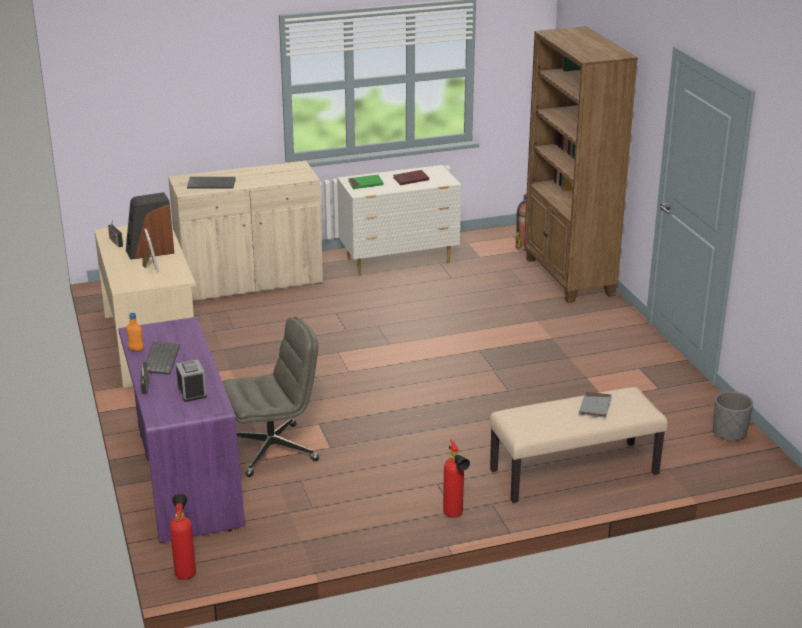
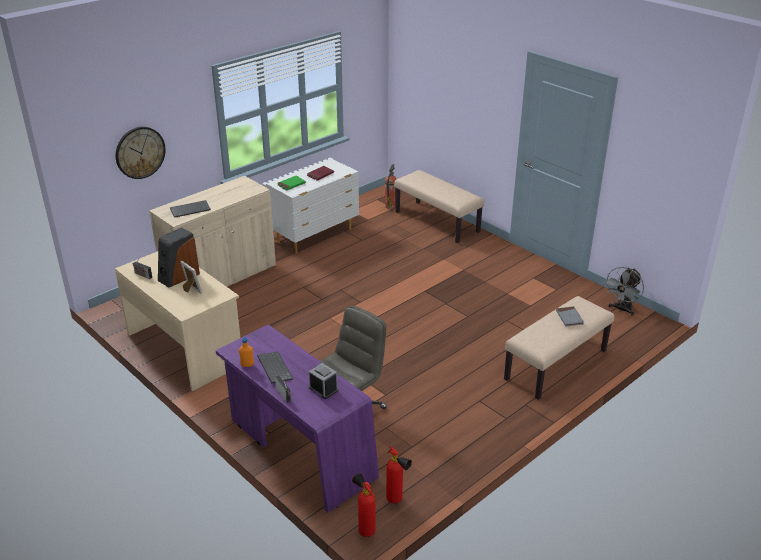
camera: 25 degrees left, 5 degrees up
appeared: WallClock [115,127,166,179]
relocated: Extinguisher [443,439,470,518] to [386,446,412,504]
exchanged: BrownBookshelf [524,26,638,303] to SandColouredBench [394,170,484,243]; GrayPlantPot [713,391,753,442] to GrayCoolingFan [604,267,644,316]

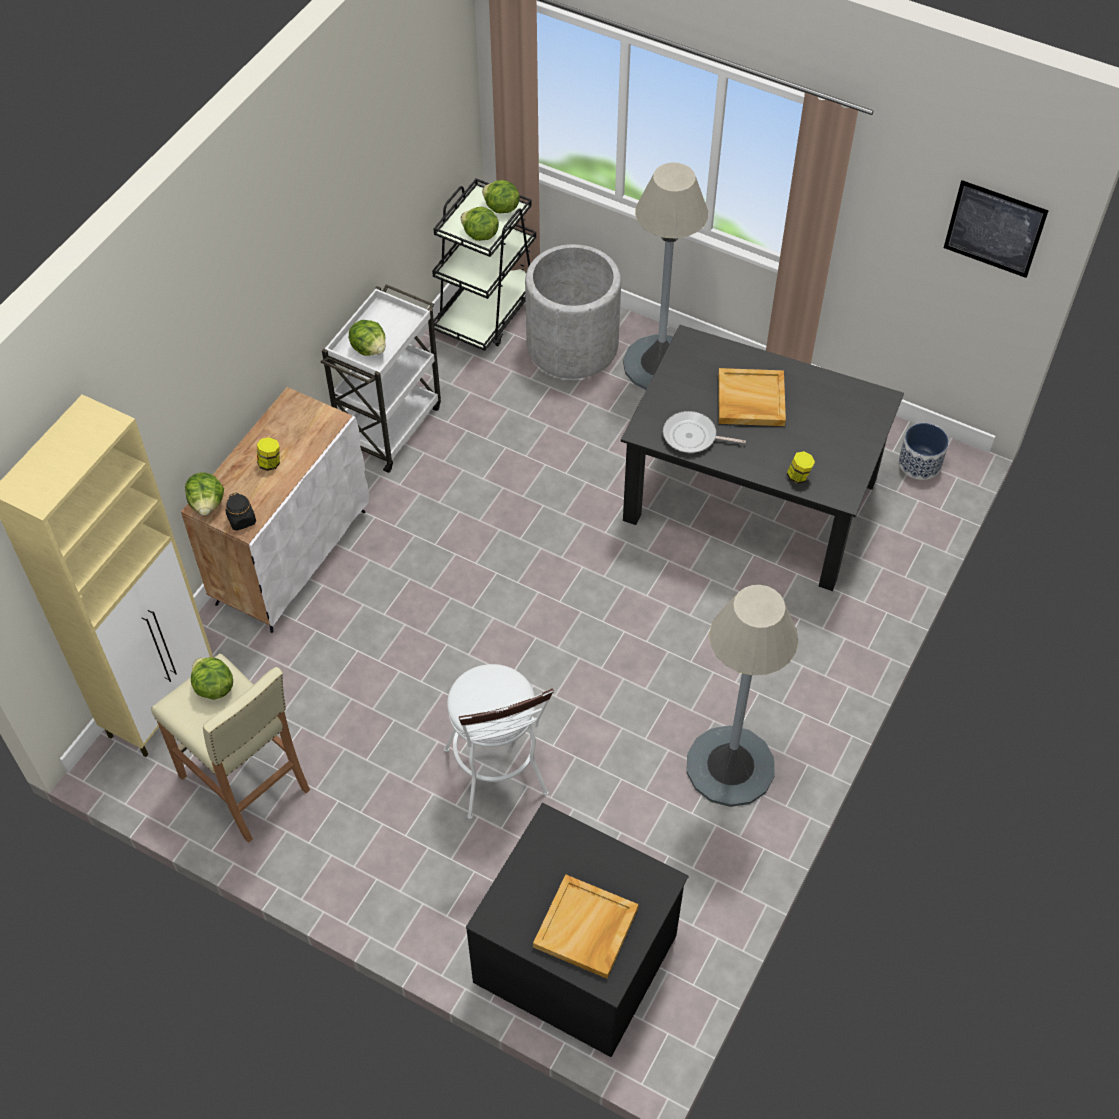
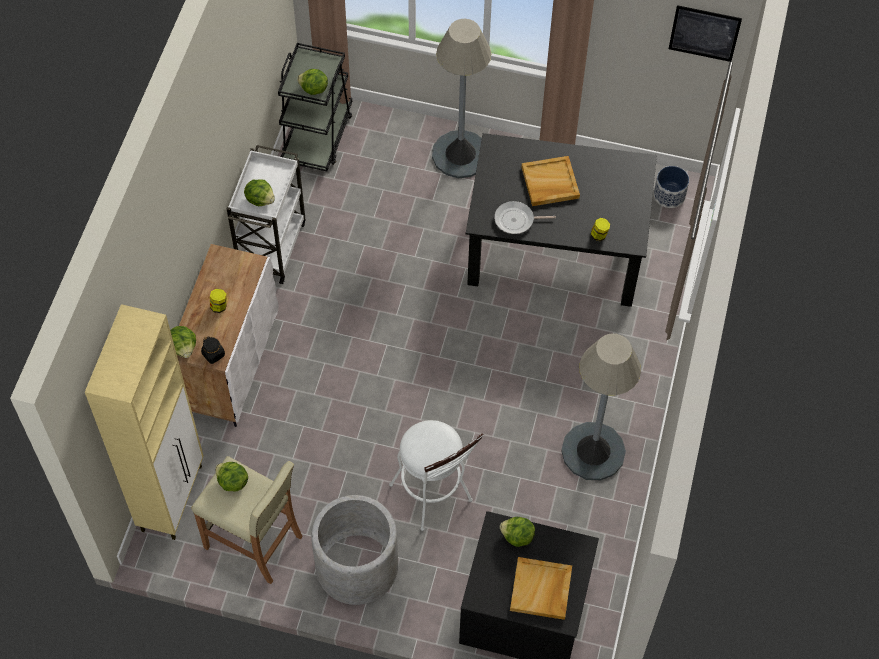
camera: 15 degrees left, 5 degrees up
relocated: LettuceHead [482,180,520,213] to [500,517,535,547]; GrayPlantPot [525,244,621,379] to [311,495,398,605]

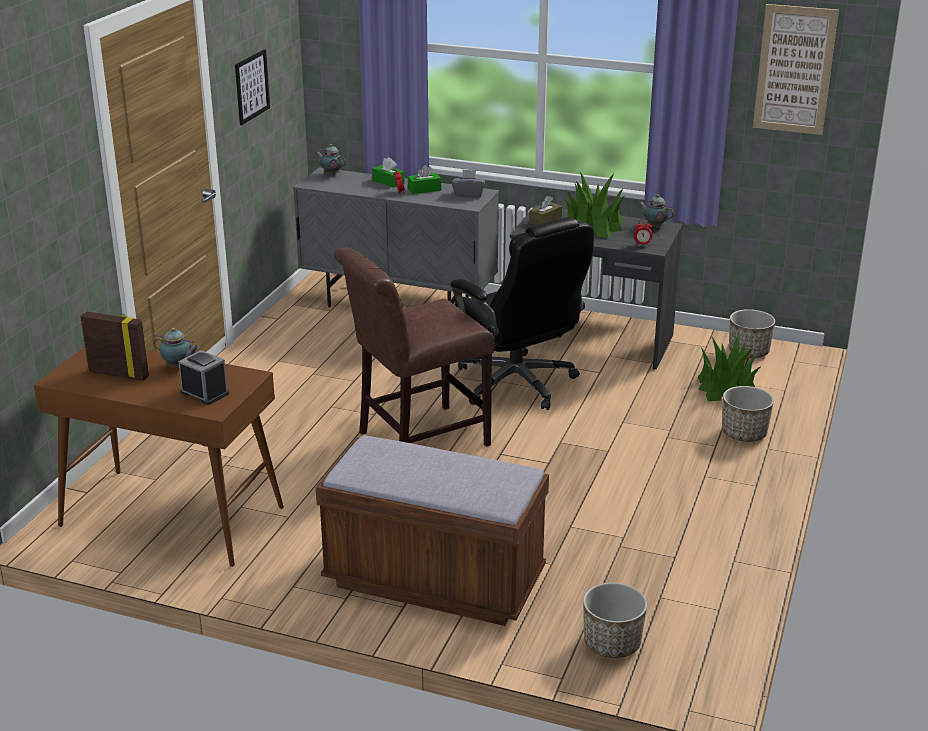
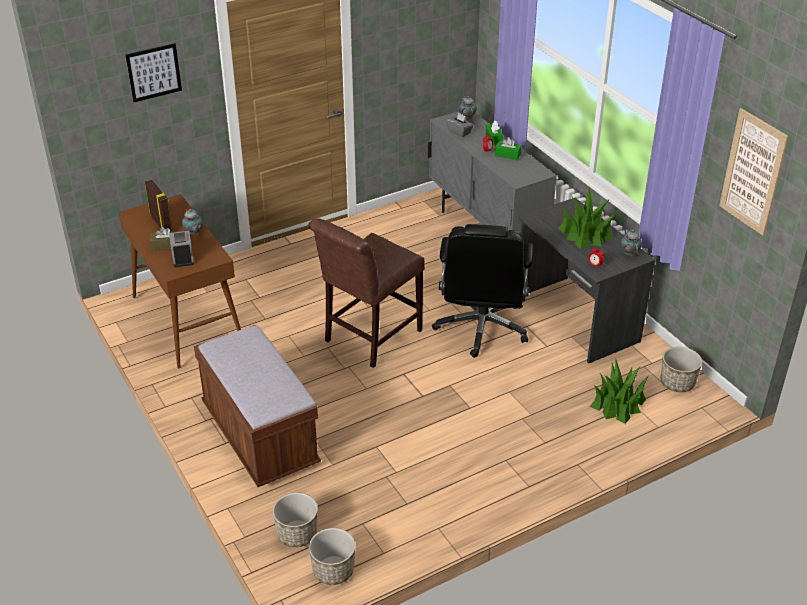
camera: 40 degrees right, 10 degrees up
relocated: WallPicture [235,49,270,125] to [126,43,182,102]; GrayBoxOfTissues [452,169,485,198] to [446,112,473,137]; BrownBoxOfTissues [529,196,562,225] to [150,227,178,250]; PlantPot [722,386,774,442] to [309,528,355,585]
spun: BrownPlainChair [334,247,494,447] = [308,219,425,368] 60 degrees counterclockwise

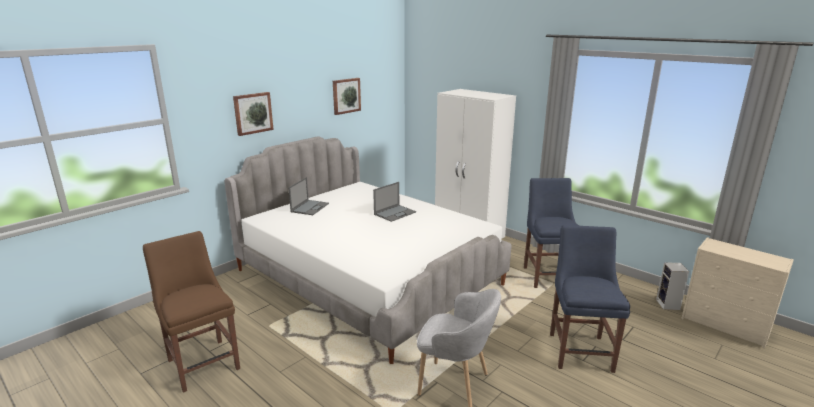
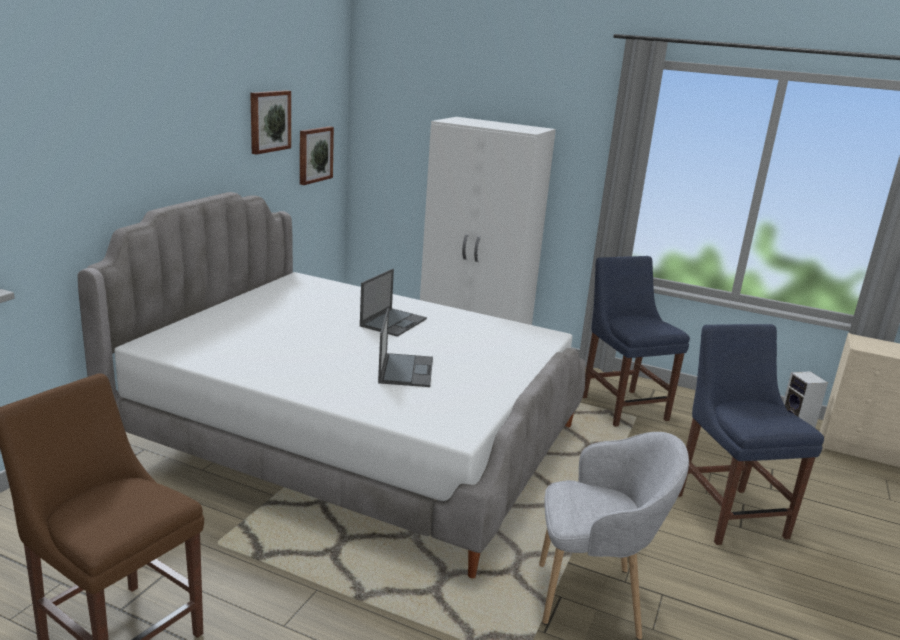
camera: 20 degrees left, 0 degrees up
relocated: WallPicture [233,92,274,136] to [300,126,334,185]; Laptop [288,177,329,215] to [378,308,433,387]

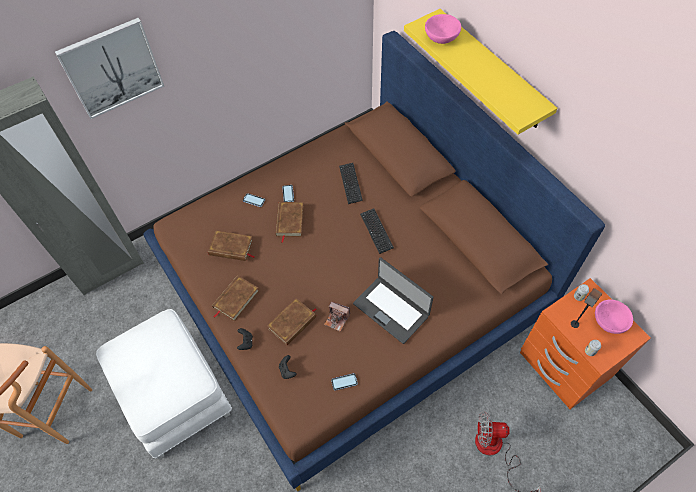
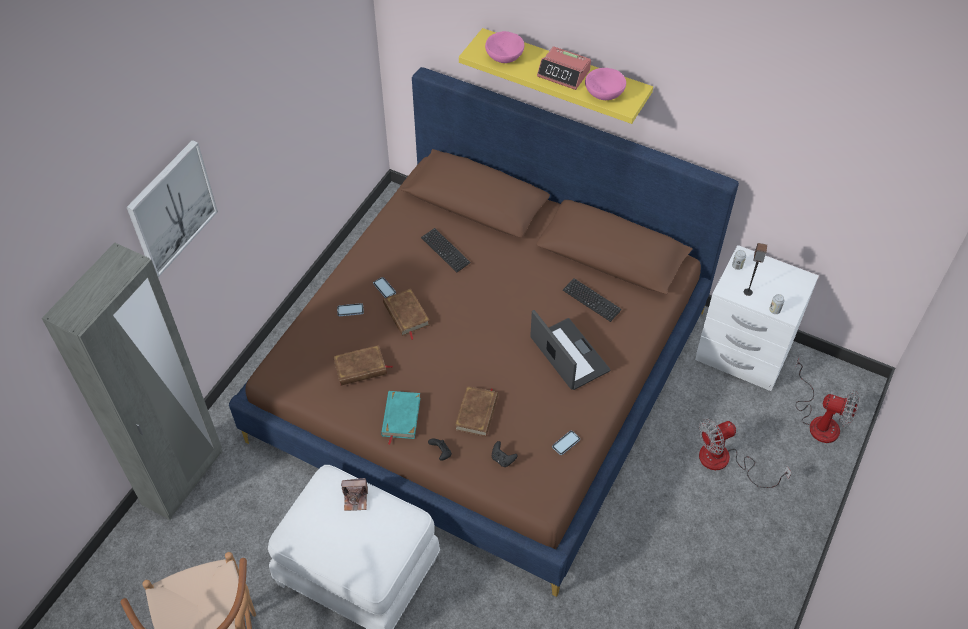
camera: 30 degrees left, 5 degrees down
appeared: TableClock [537,46,591,90]; CoolingFan [795,356,860,443]
relocated: PhotoCamera [324,301,350,332] to [341,478,368,511]; Keyboard [360,209,394,254] to [563,278,622,322]; PinkDeepDish [595,299,633,334] to [585,68,626,100]
colour: BrownVolume [212,275,259,322] to TurquoiseColouredVolume [381,391,420,445]; OrangeyBedsideTable [520,278,651,409] to WhiteBedsideTable [695,245,819,391]
spun: Laptop [353,257,433,344] = [530,310,610,390] 135 degrees counterclockwise

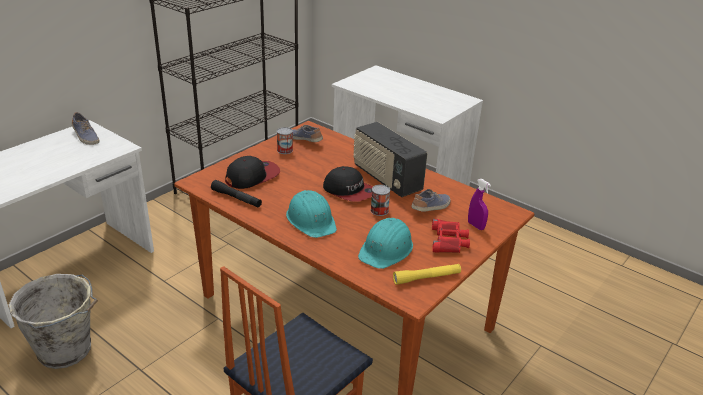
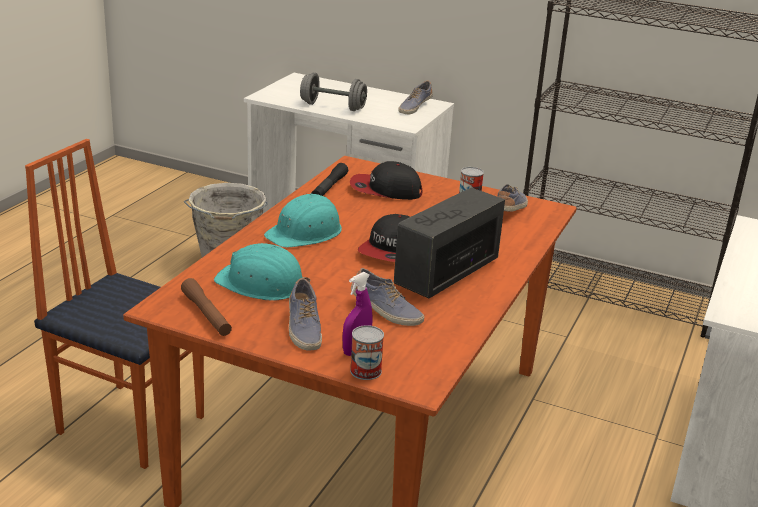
camera: 75 degrees right, 5 degrees down
appeared: GrayHandWeight [300,73,367,111]
relocated: MetalCan [370,185,390,216] to [350,325,384,380]
exchanged: ReddishFieldGlasses [432,219,470,253] to LowShoe [289,278,322,350]
colour: YellowishFlashlight [393,264,461,285] to BrownFlashlight [181,278,232,336]
spun: PeakedCap [225,156,280,189] = [350,161,422,200] 150 degrees clockwise

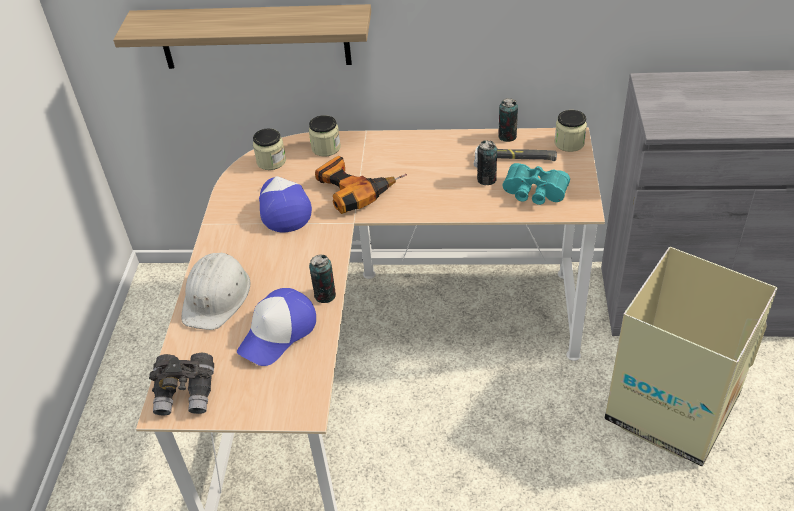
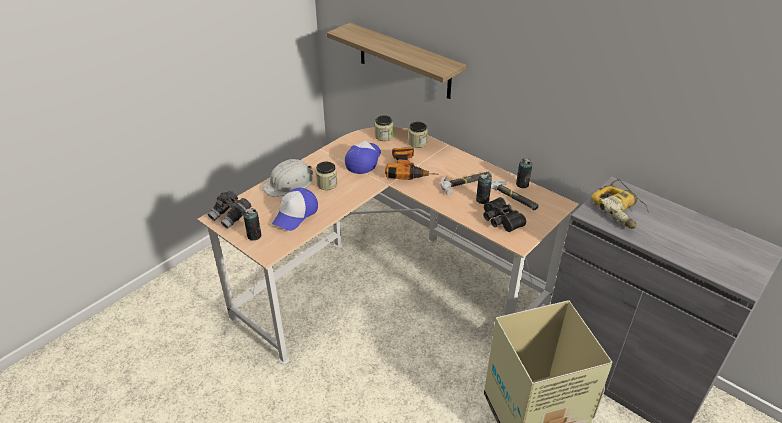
camera: 35 degrees right, 5 degrees down
appeared: ToolHammer [441,172,492,195]; PowerDrill [591,179,650,229]
relocated: MetalCan [309,255,336,303] to [243,208,262,241]; StorageJar [555,110,587,152] to [316,162,337,190]
colour: TurquoiseColouredFieldGlasses [503,163,570,205] to BlackColouredFieldGlasses [483,197,526,232]
spun: PeakedCap [237,288,316,366] = [272,188,318,231] 45 degrees counterclockwise

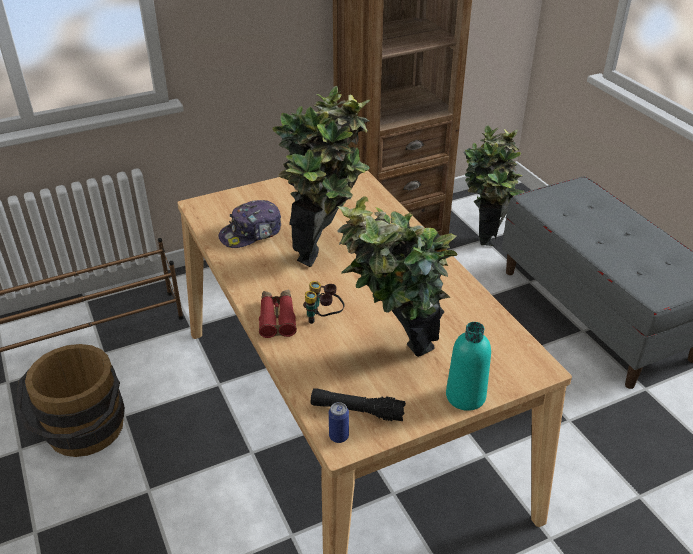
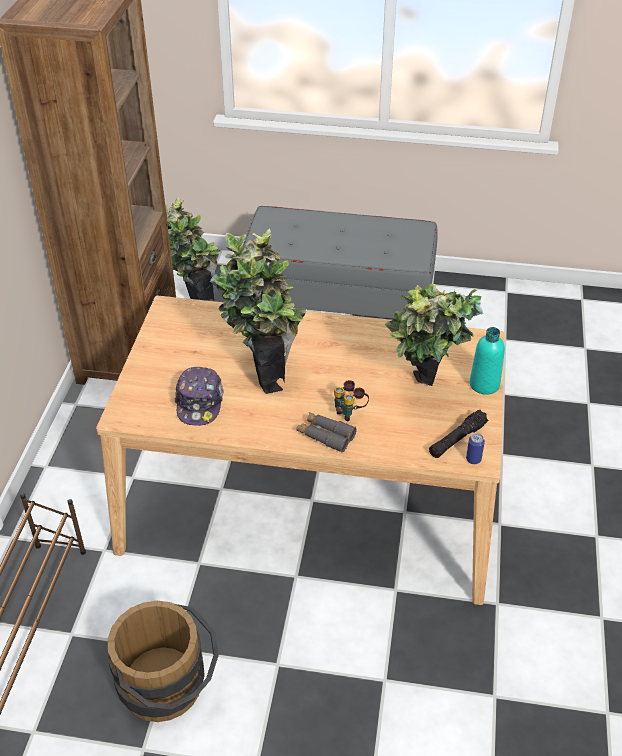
camera: 55 degrees left, 5 degrees up
colour: ReddishFieldGlasses [259,290,297,338] to GrayFieldGlasses [297,412,357,453]

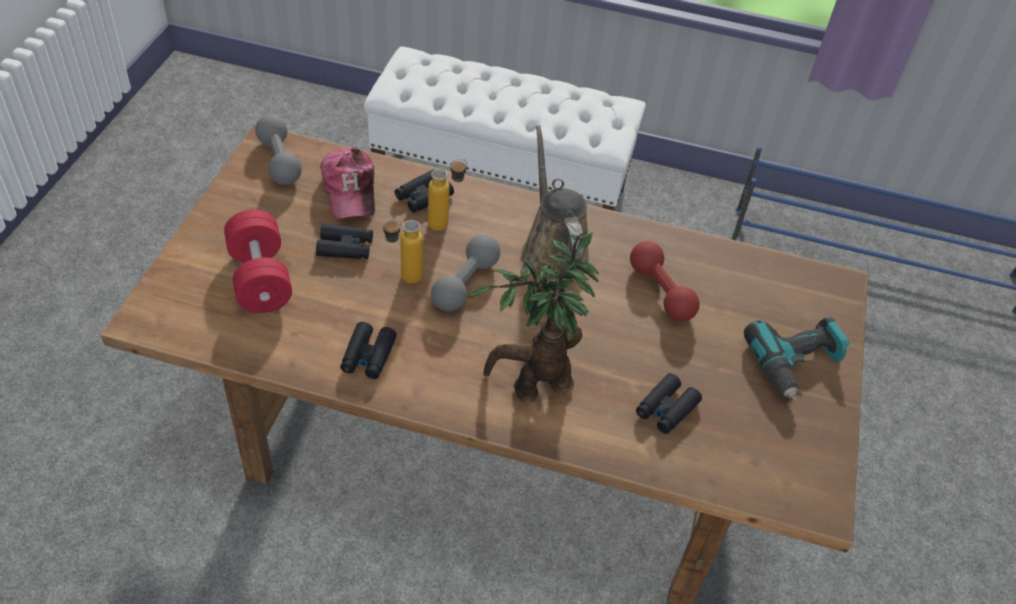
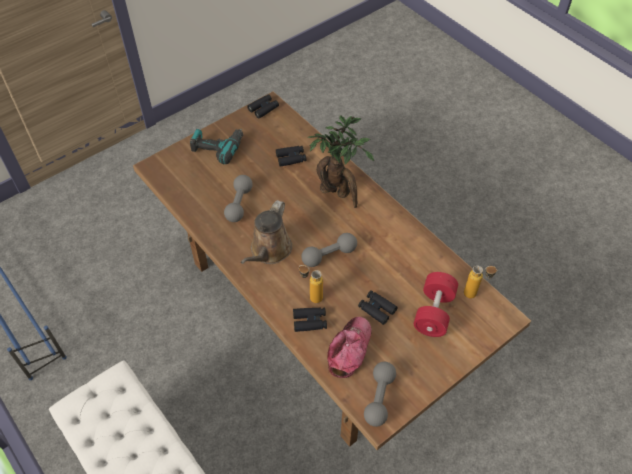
camera: 140 degrees left, 5 degrees up
relocated: BlackColouredFieldGlasses [340,322,397,379] to [247,94,279,119]; DrinkBottle [382,218,423,283] to [464,265,498,299]
colour: ReddishHandWeight [630,241,700,322] to GrayHandWeight [224,175,253,222]

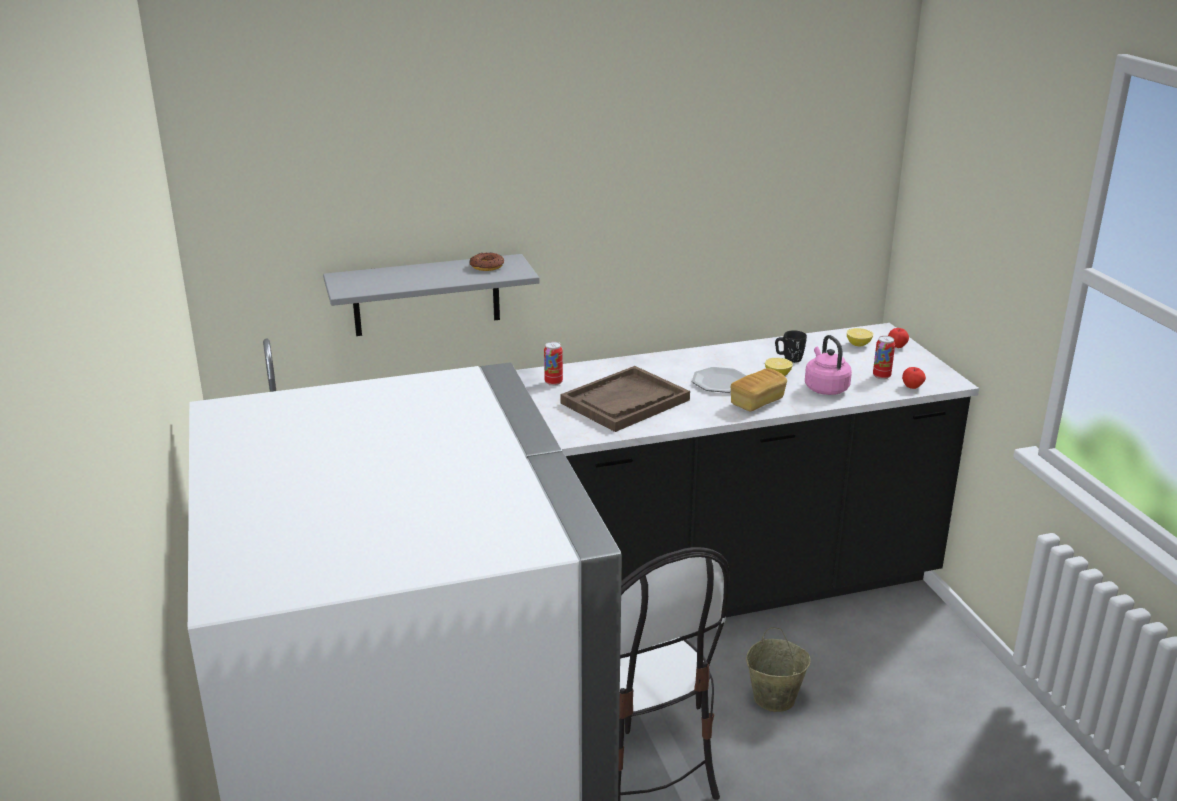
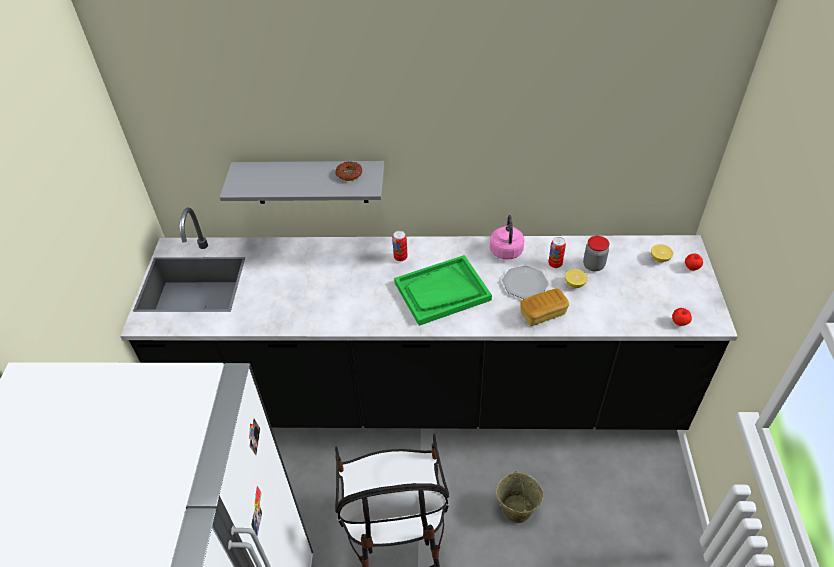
camera: 20 degrees right, 20 degrees up
relocated: PinkWaterKettle [805,335,852,395] to [490,215,525,260]; MetalCan [873,336,895,379] to [548,237,566,268]
exchanged: BlackColouredCoffeeMug [775,330,807,363] to StorageJar [583,236,609,271]
colour: BrownServingTray [560,366,690,432] to GreenServingTray [394,255,492,326]

